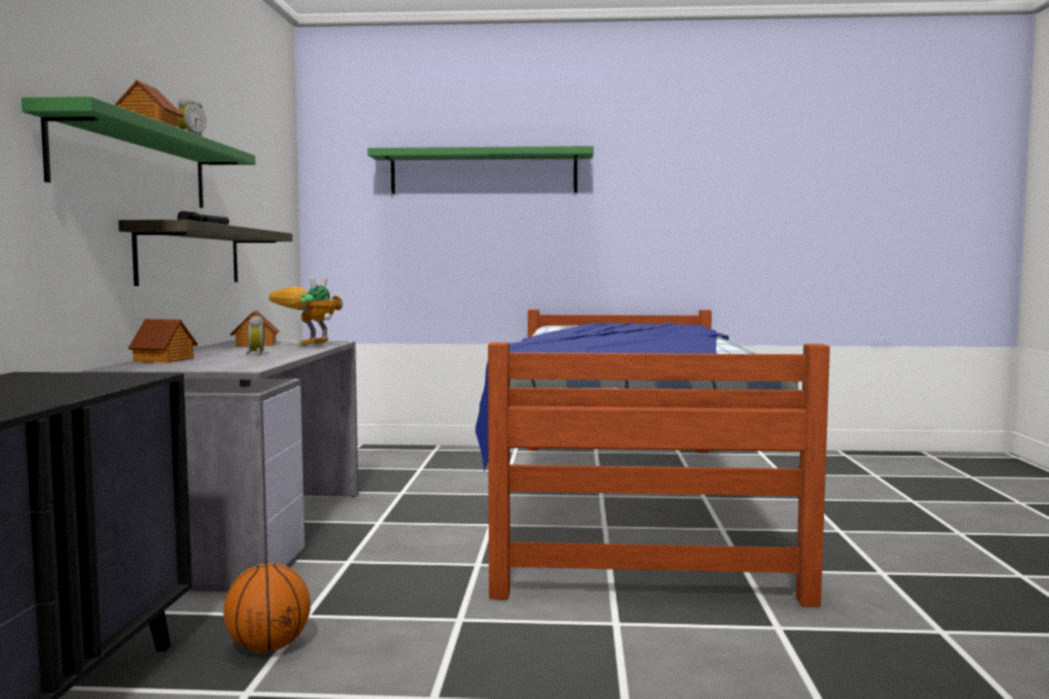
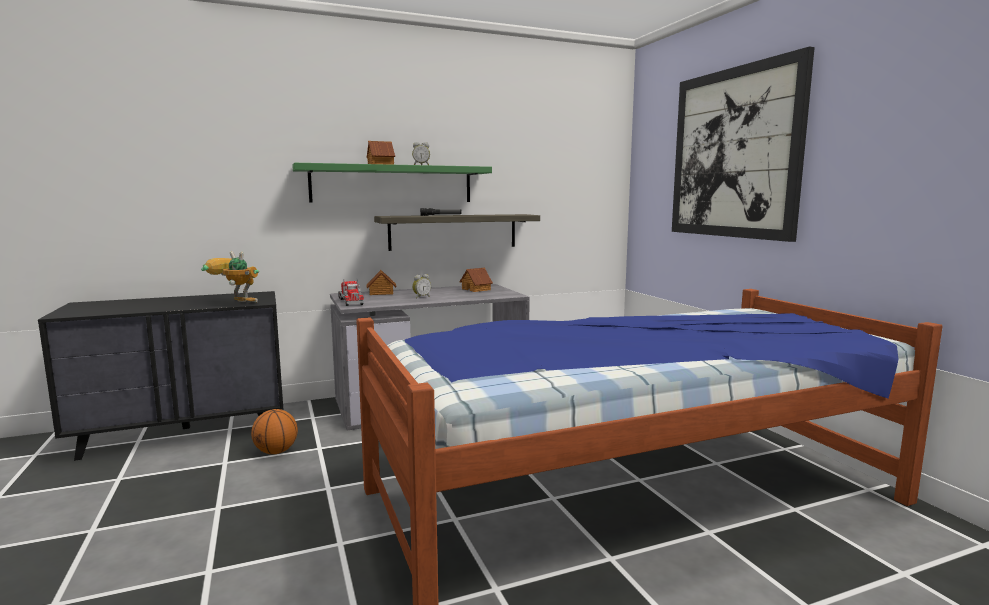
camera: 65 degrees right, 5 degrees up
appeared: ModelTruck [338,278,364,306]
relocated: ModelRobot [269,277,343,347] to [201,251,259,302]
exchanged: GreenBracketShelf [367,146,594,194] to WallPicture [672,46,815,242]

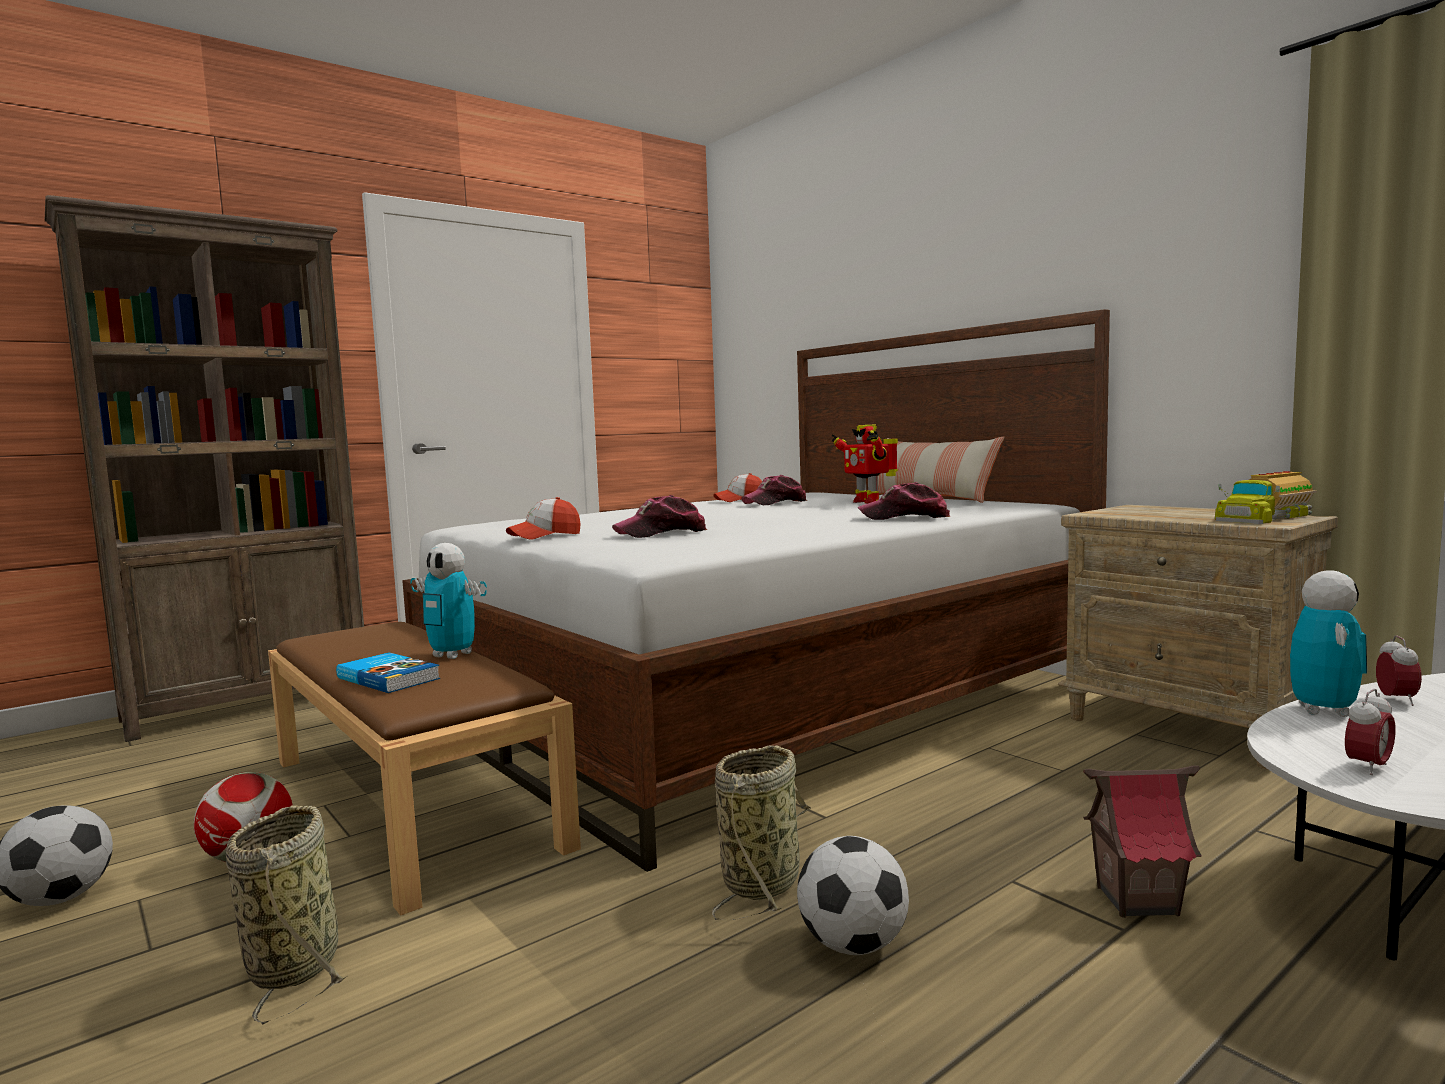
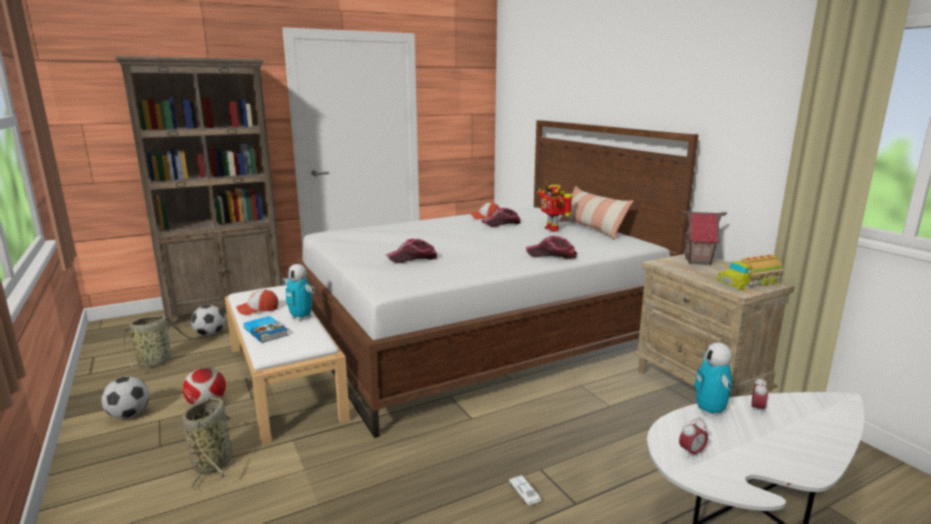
camera: 10 degrees right, 10 degrees up
appeared: WhiteToyCar [509,475,541,506]
relocated: PeakedCap [506,497,581,540] to [236,289,278,315]; StorageBasket [712,745,811,920] to [120,315,199,372]; FootballBall [797,836,909,955] to [191,305,225,336]; MiniatureHouse [1083,766,1202,918] to [682,211,727,265]
colour: BrownBench [268,622,581,916] to WhiteBench [225,285,350,445]
spun: ModelRobot [1290,571,1367,717] = [694,343,732,416] 150 degrees clockwise

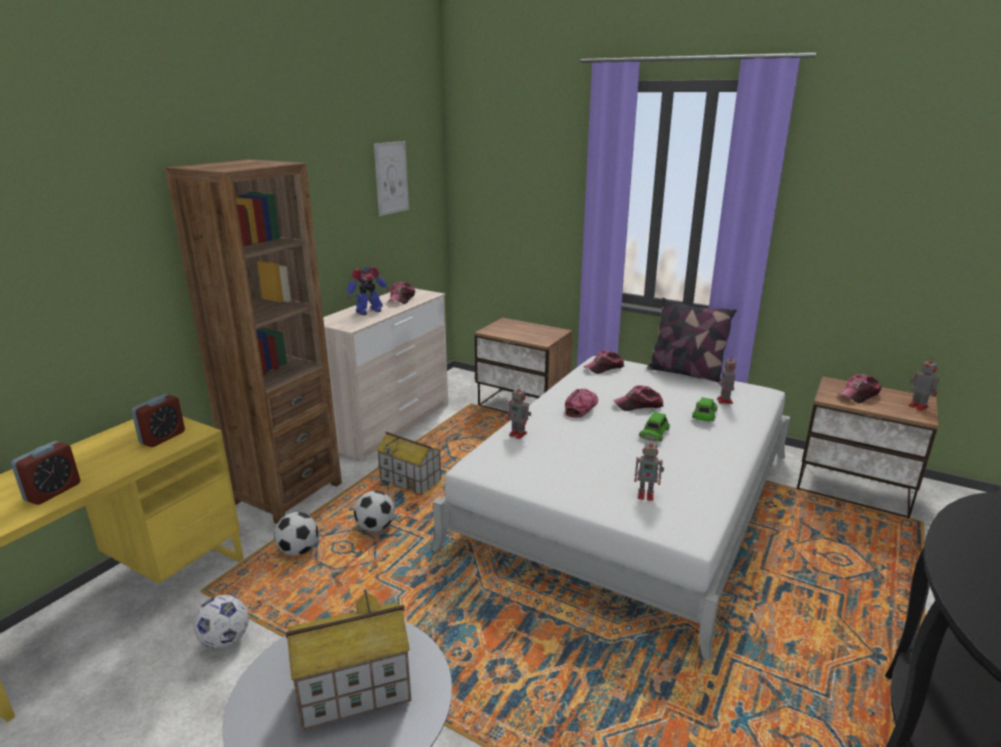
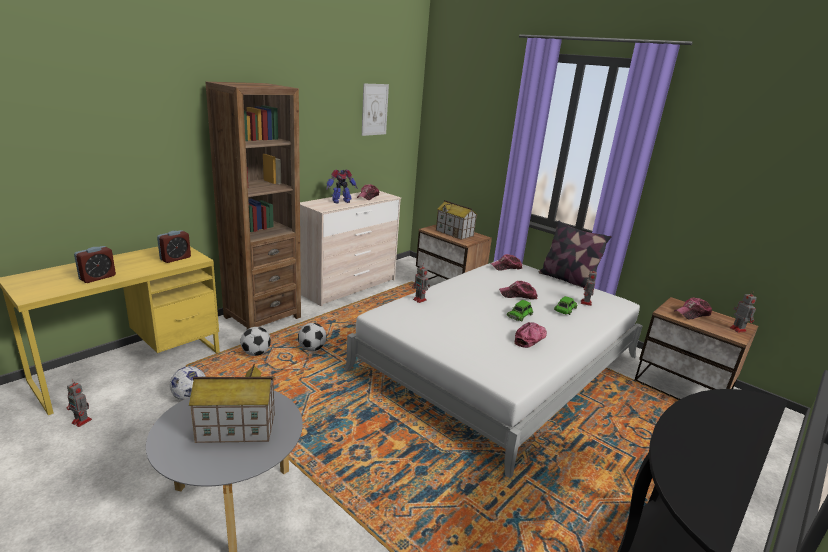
camera: 10 degrees right, 0 degrees up
relocated: MiniatureHouse [376,432,441,495] to [436,200,477,240]; PeakedCap [565,389,598,418] to [514,322,547,348]; ModelRobot [634,439,664,501] to [67,380,92,427]

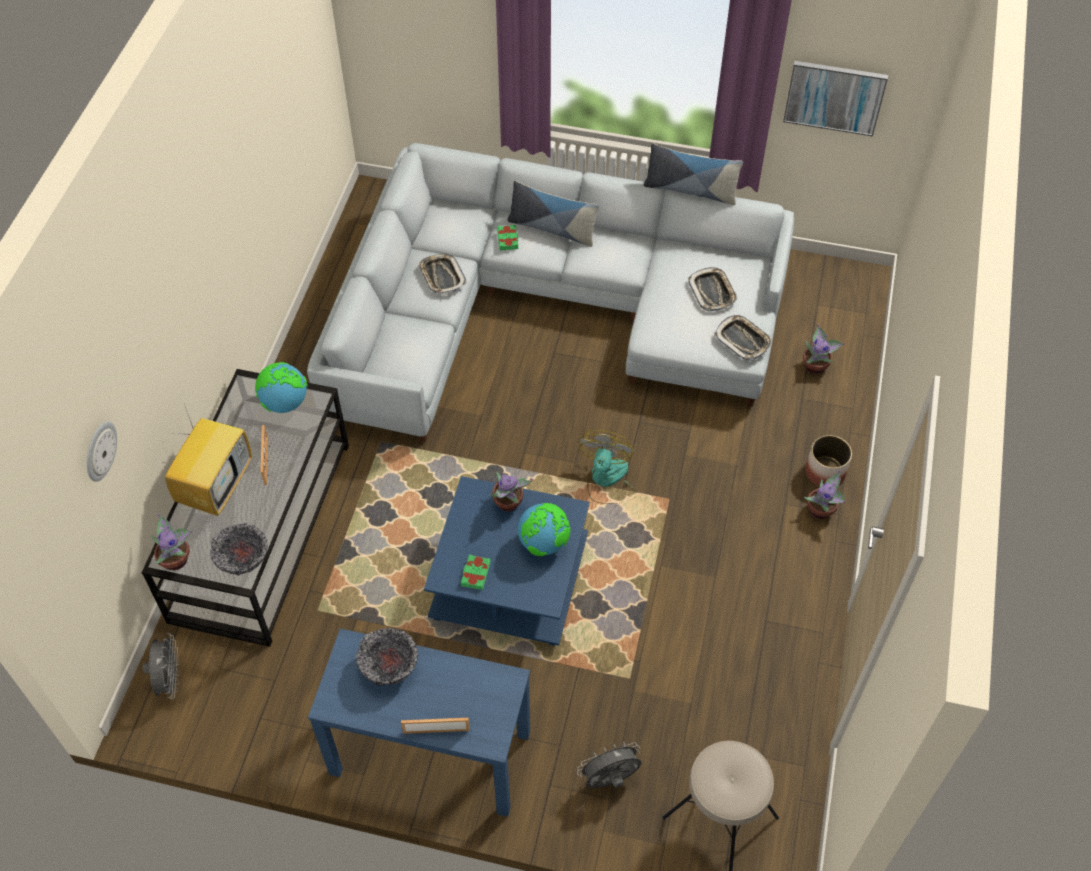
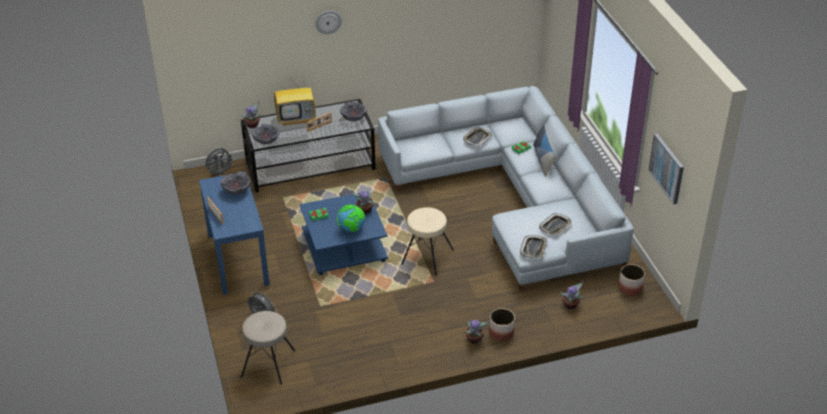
camera: 60 degrees right, 15 degrees down
missing: Cushion [644,143,743,205]
appeared: PlantPot [618,264,645,296]
relocated: WallClock [87,421,117,482] to [315,11,342,34]
exchanged: DeskGlobe [255,362,308,413] to DeepDish [340,102,367,121]; CoolingFan [578,430,637,504] to SandColouredSittingStool [401,207,454,276]

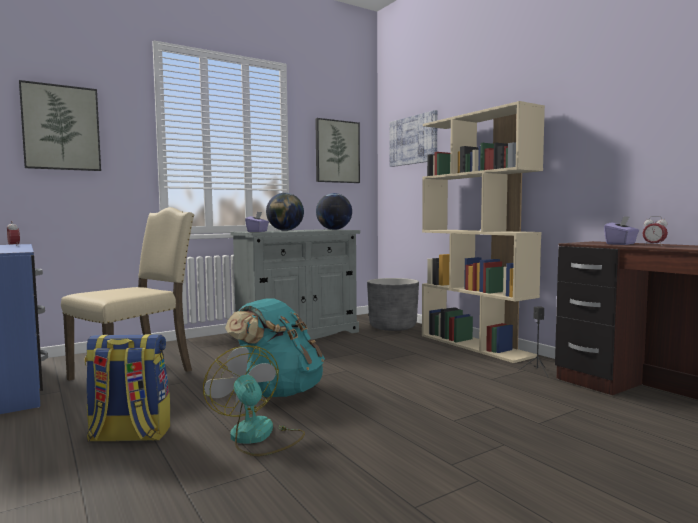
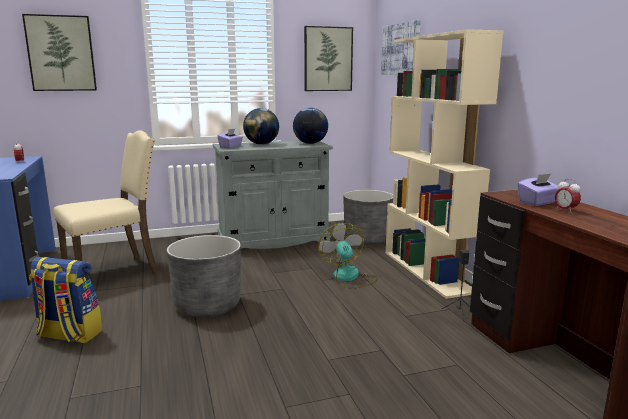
camera: 15 degrees right, 10 degrees up
relocated: CoolingFan [203,345,305,456] to [318,223,378,288]
exchanged: TurquoiseColouredBackpack [225,299,325,397] to GrayPlantPot [167,235,241,318]

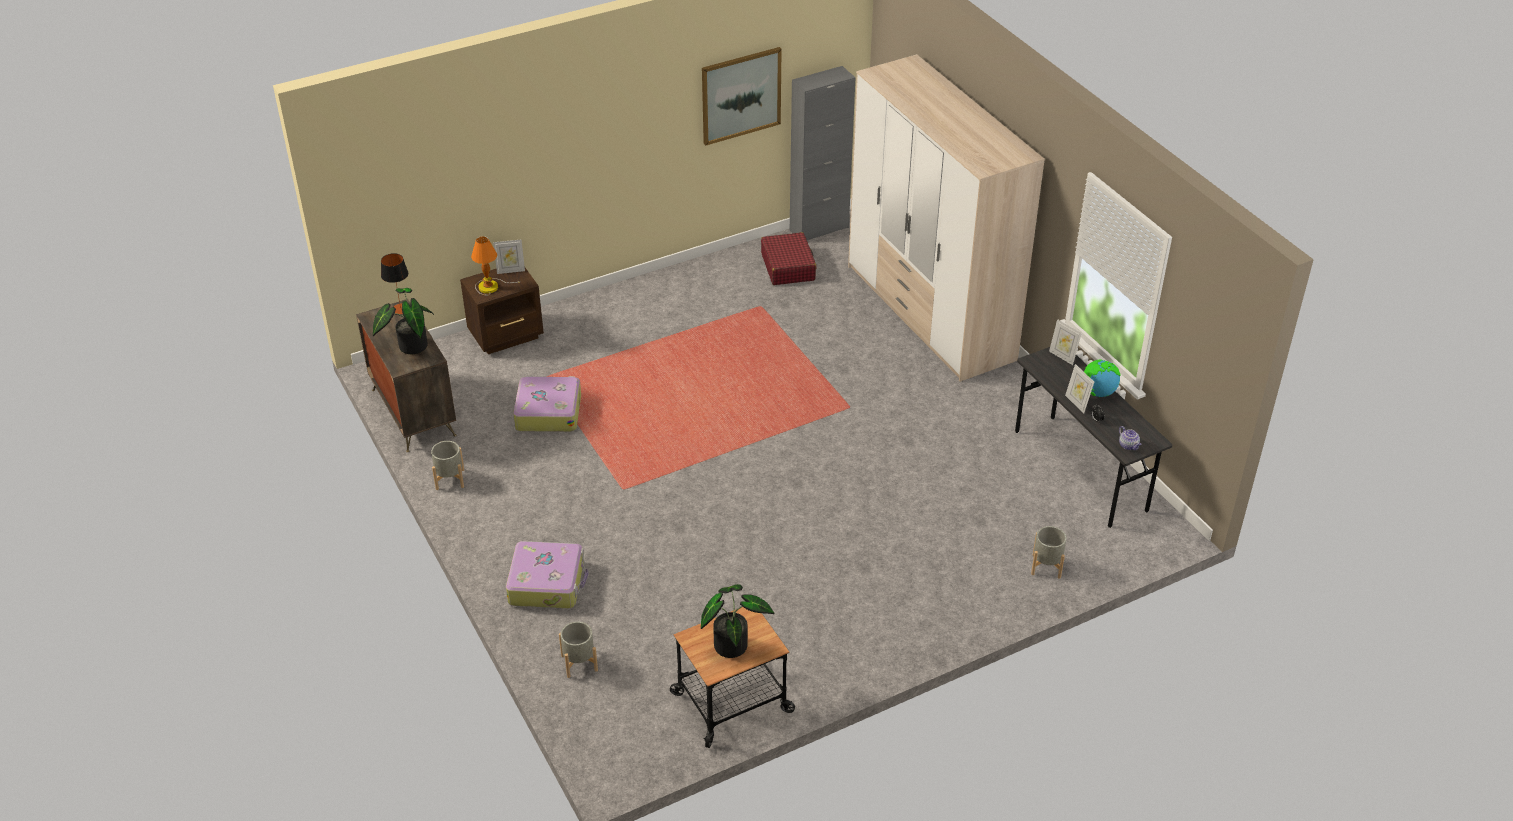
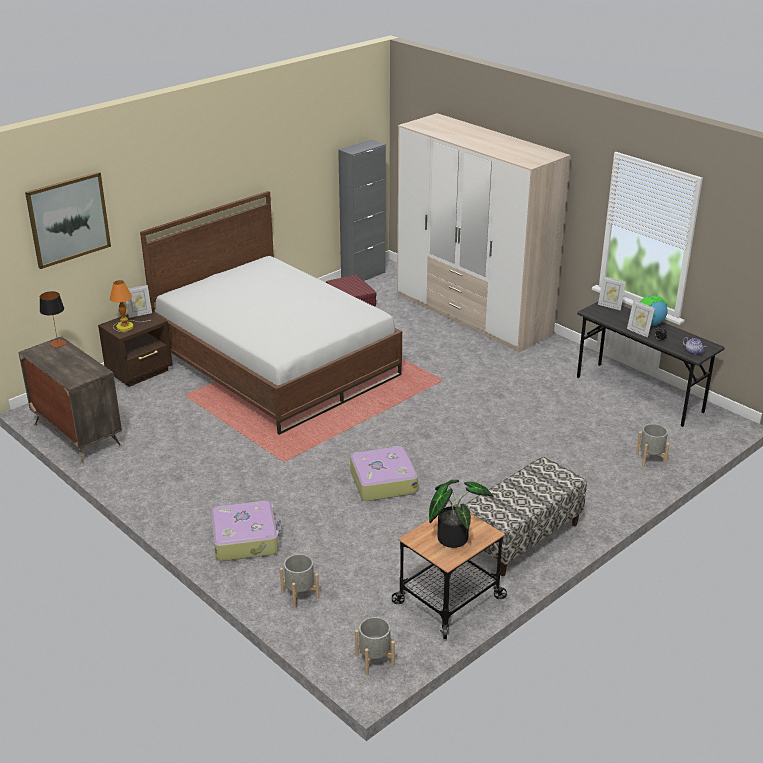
camera: 15 degrees left, 10 degrees down
missing: PlantInAPot [373,288,434,354]
appeared: SleepingBed [140,191,402,435]; Bench [465,457,587,576]
relocated: GrayPlantPot [431,441,464,490] to [355,617,395,675]; PieceOfLuggage [513,376,581,432] to [350,446,418,501]; WallPicture [702,47,782,146] to [25,172,111,269]

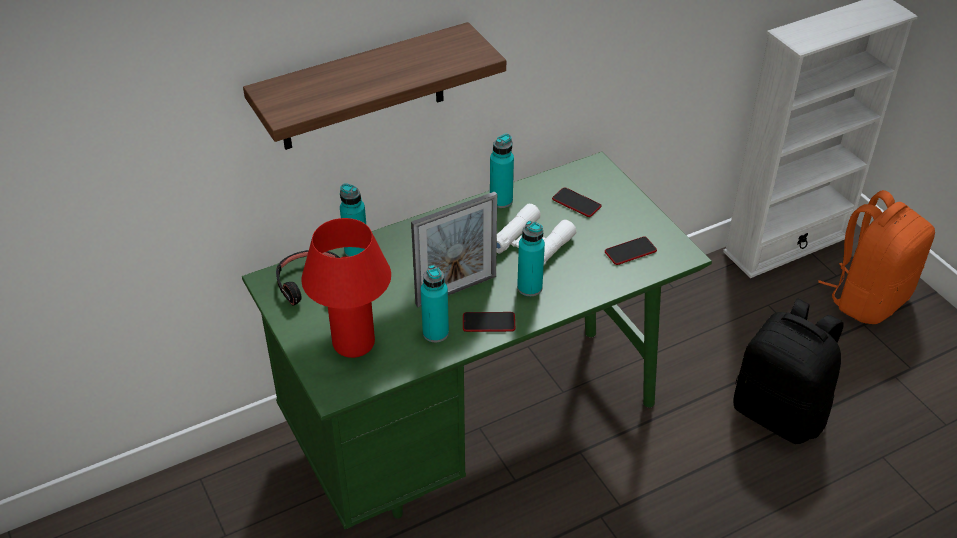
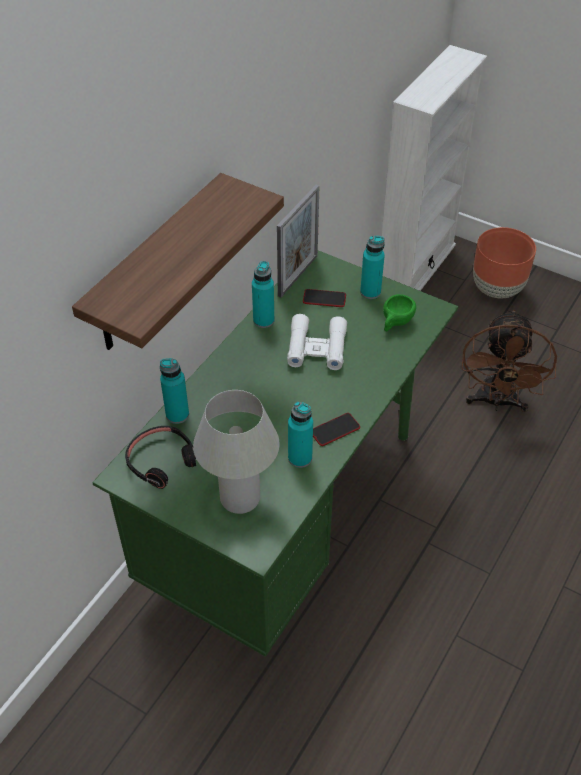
camera: 30 degrees left, 5 degrees up
relocated: PictureFrame [411,191,497,307] to [277,185,319,298]; TurquoiseColouredDrinkBottle [517,221,545,296] to [360,236,385,299]
exchanged: Handset [605,236,657,265] to GreenSmallCup [383,294,416,331]; BlackColouredBackpack [734,298,843,444] to BrownCoolingFan [462,310,557,412]; OrangeyBackpack [818,190,935,324] to BrownPlantPot [473,227,536,298]
colour: ReddishLampForATable [301,218,391,358] to WhiteLampForATable [193,390,280,514]

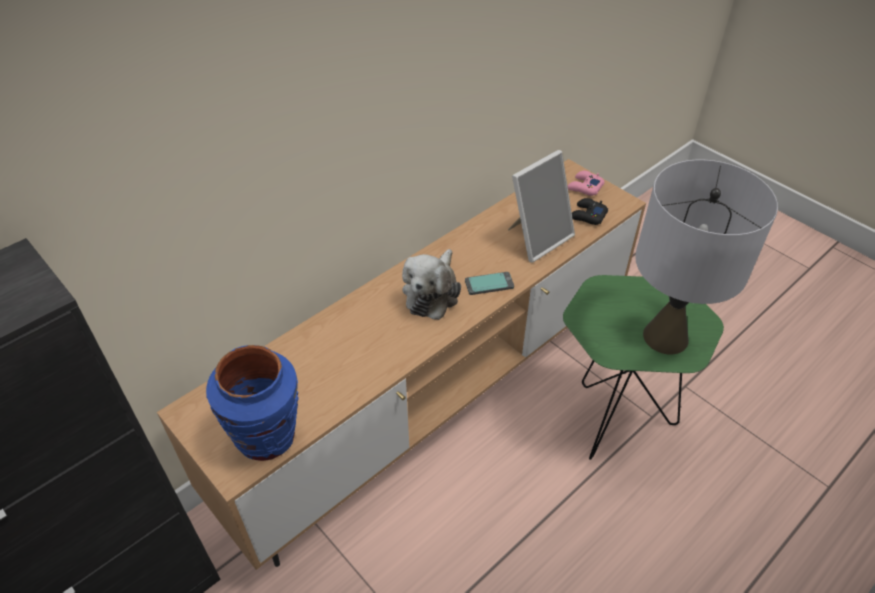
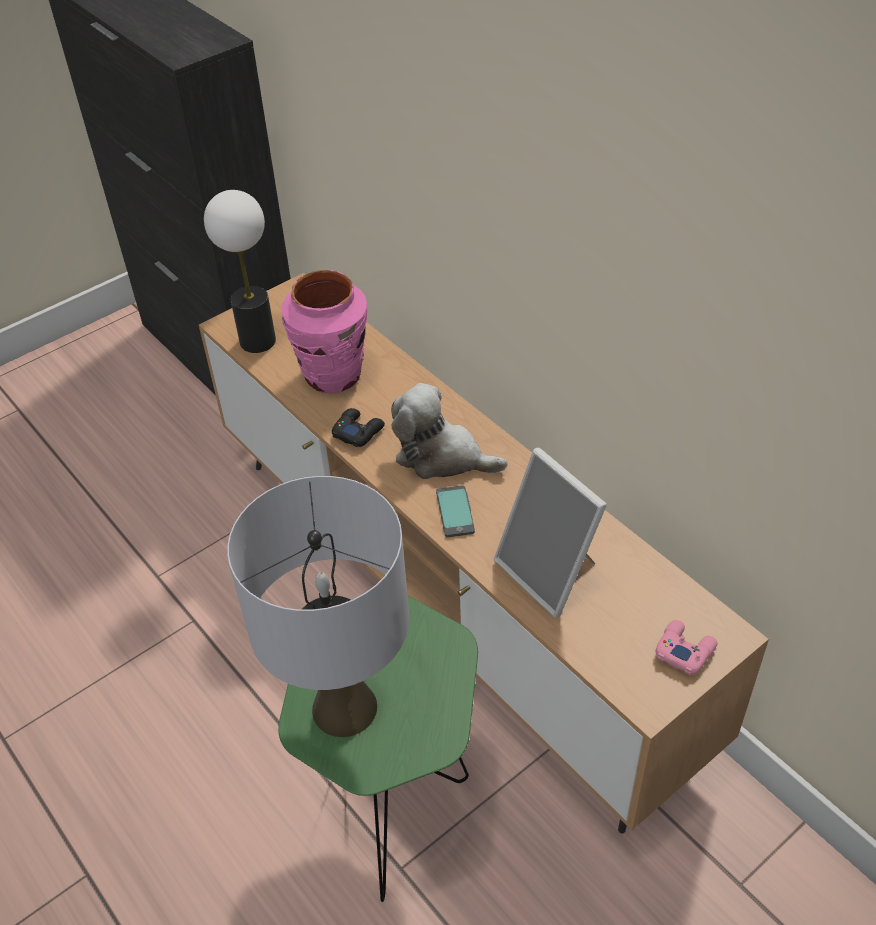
camera: 95 degrees right, 0 degrees up
appeared: PinkVase [281,270,367,393]
relocated: BlackColouredGamepad [572,198,608,225] to [332,408,385,447]
exchanged: BluishVase [206,345,299,461] to LampForATable [204,190,276,353]

